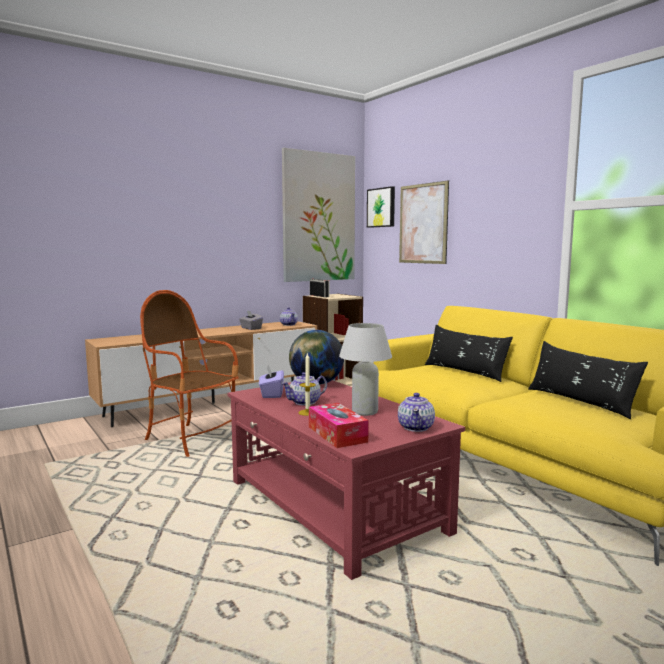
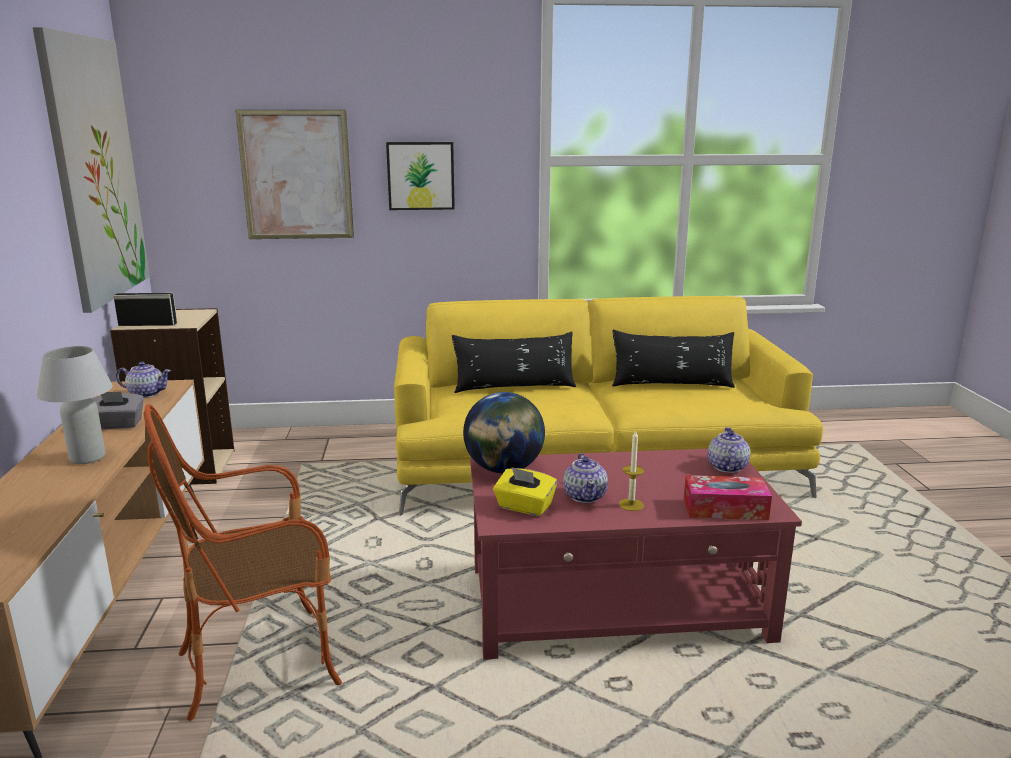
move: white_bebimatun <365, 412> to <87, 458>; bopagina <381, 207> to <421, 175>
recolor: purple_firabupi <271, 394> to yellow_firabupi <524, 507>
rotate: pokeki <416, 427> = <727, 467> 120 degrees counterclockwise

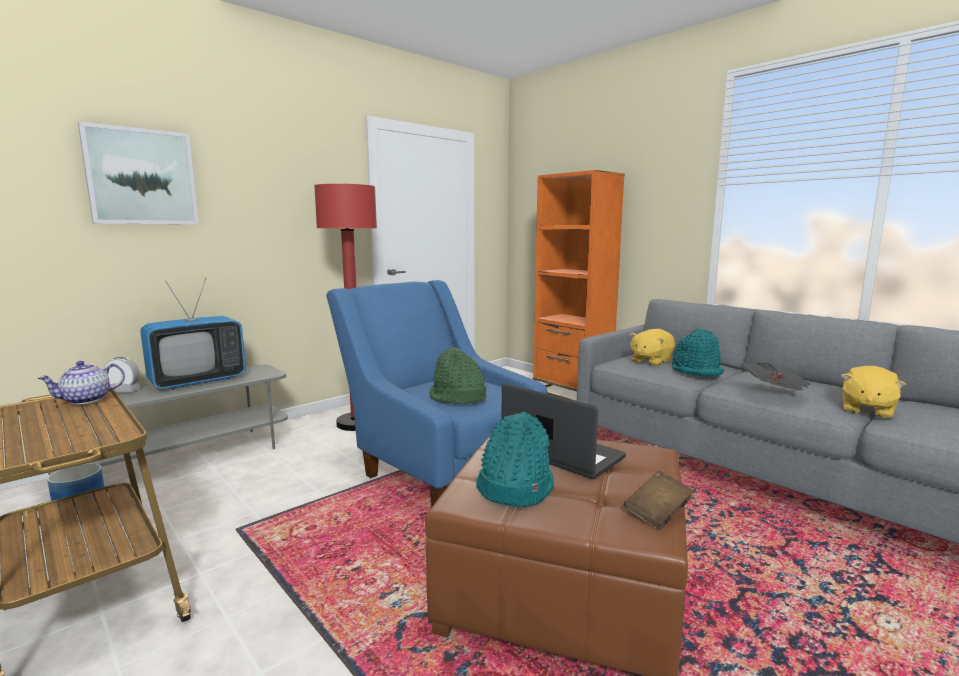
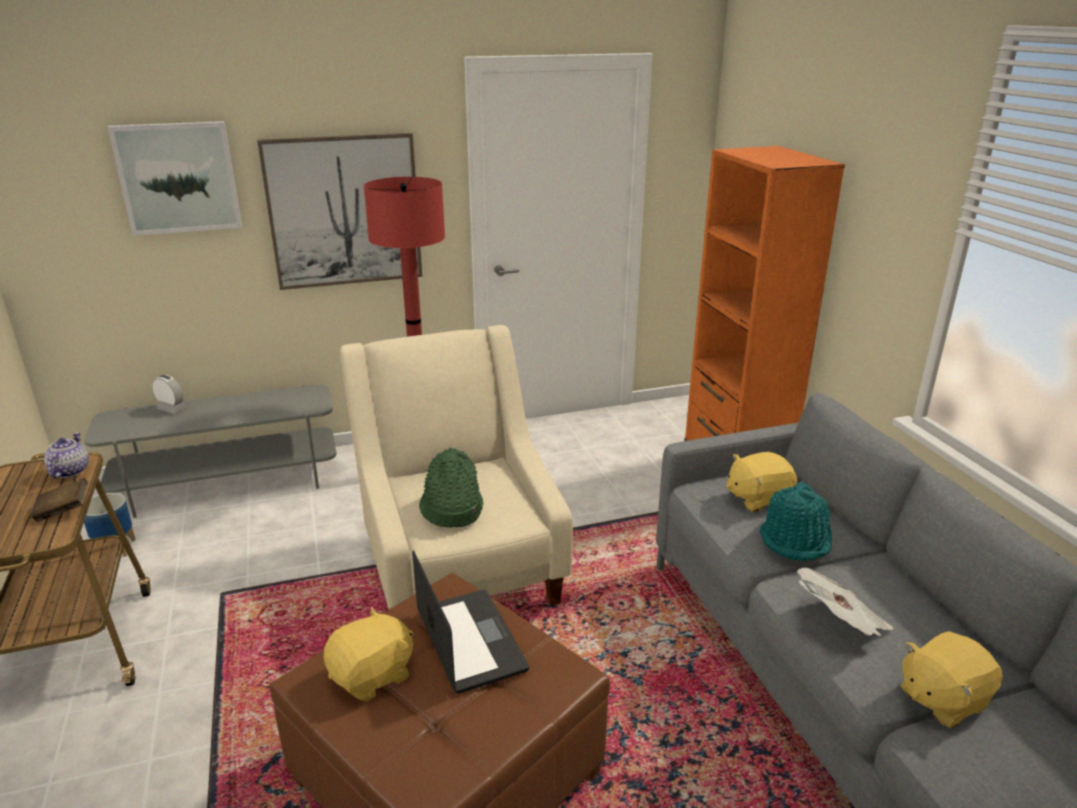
delete: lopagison <198, 381>
insert: bopagina <344, 211>
move: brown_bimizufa <657, 513> to <63, 511>
replace: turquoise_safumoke <513, 487> to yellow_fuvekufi <373, 676>
recolor: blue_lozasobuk <441, 468> to beige_lozasobuk <460, 567>
rotate: pokeki <86, 400> = <70, 471> 105 degrees clockwise

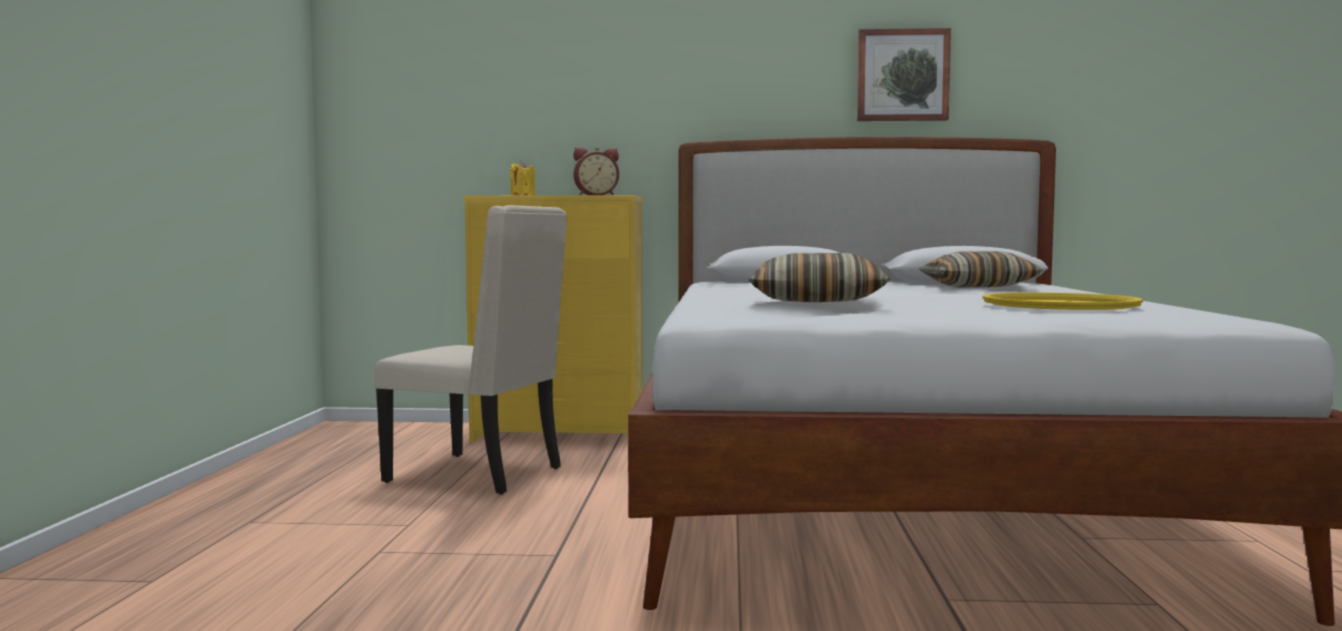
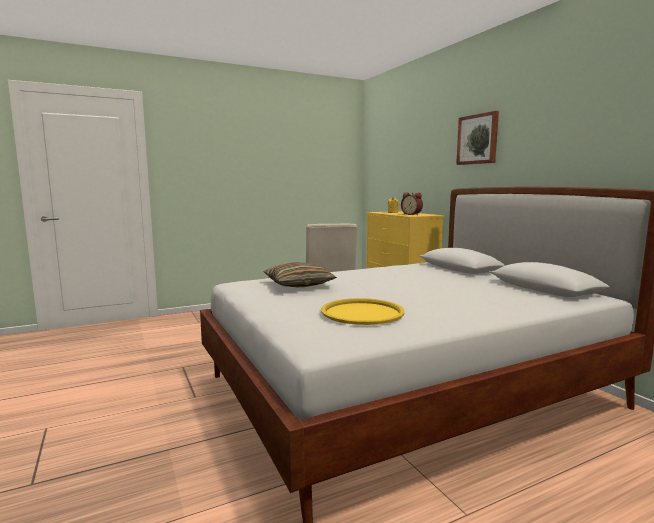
delete: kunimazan <978, 287>
move: bopagina <902, 75> to <478, 139>

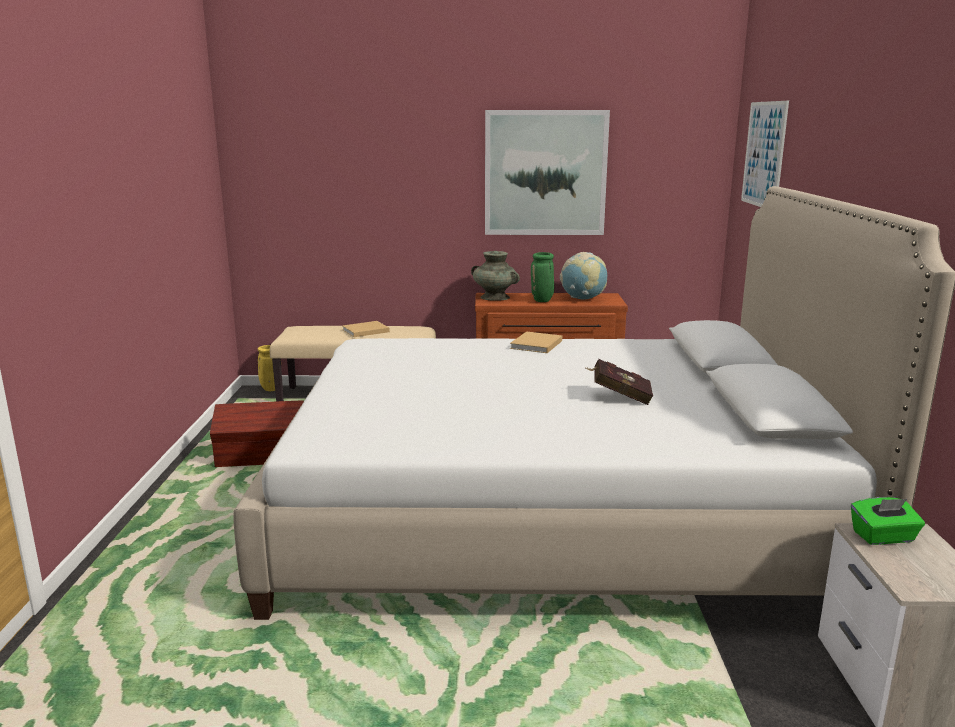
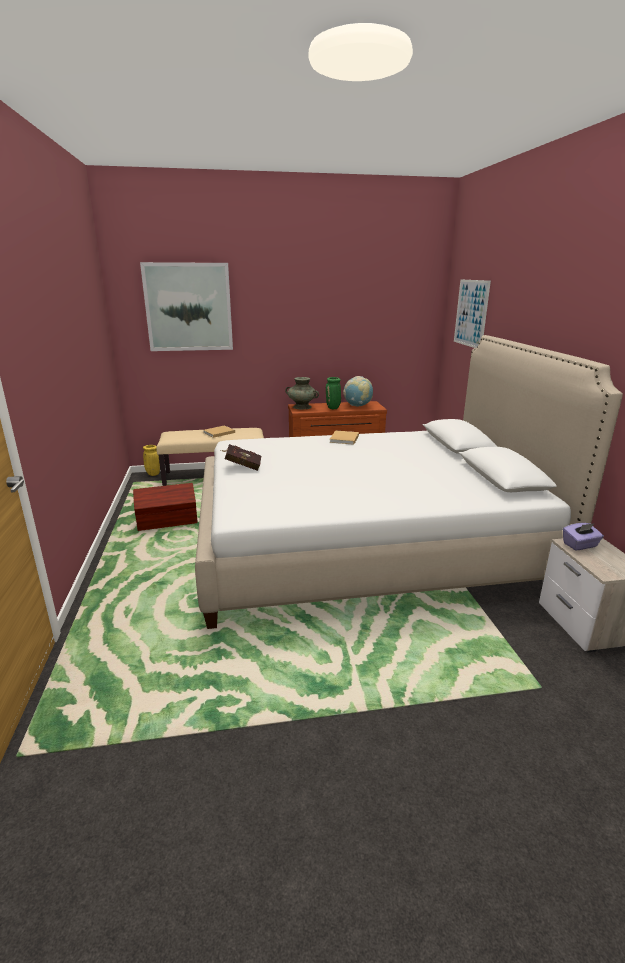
move: bopagina <545, 173> to <188, 307>; red_bimizufa <618, 397> to <242, 466>
recolor: green_firabupi <883, 537> to purple_firabupi <580, 545>

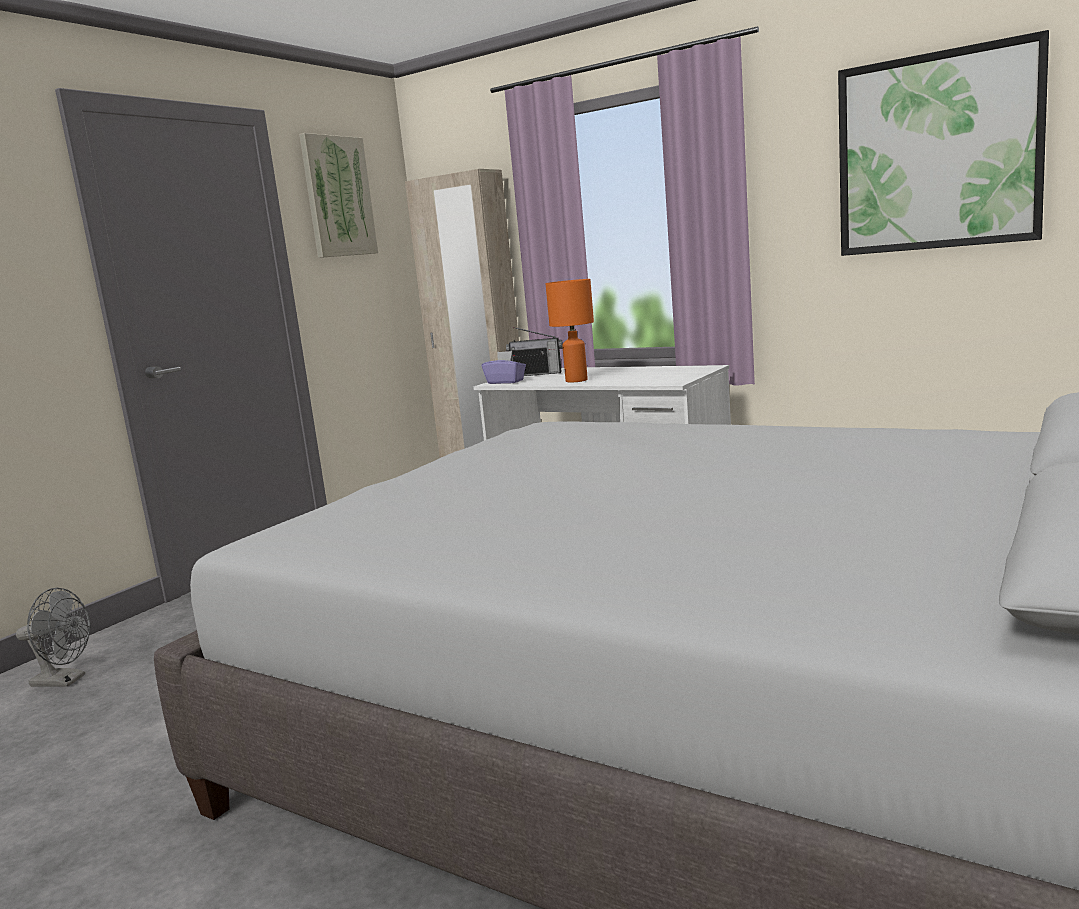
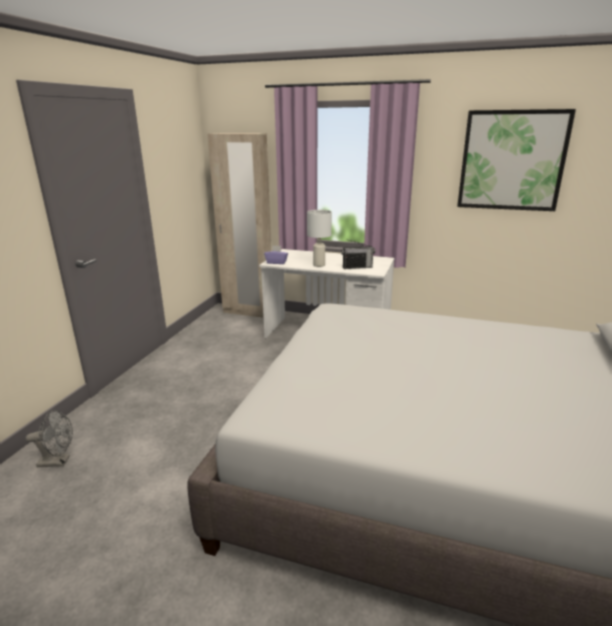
delete: bopagina <338, 197>
move: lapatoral <537, 374> to <357, 267>
recolor: orange_bebimatun <576, 380> to white_bebimatun <319, 265>

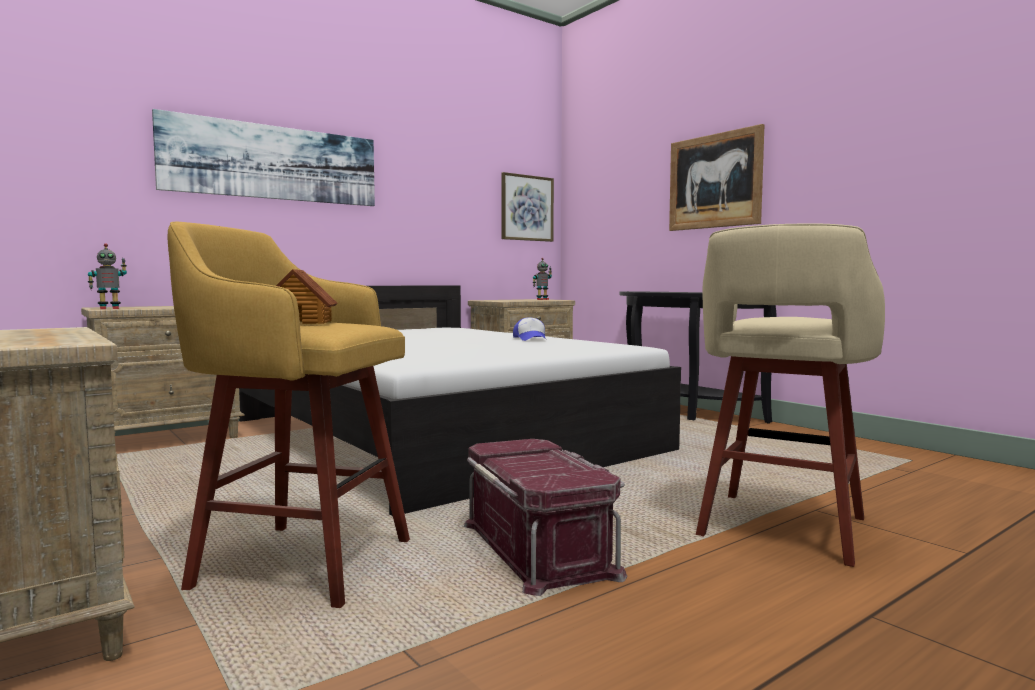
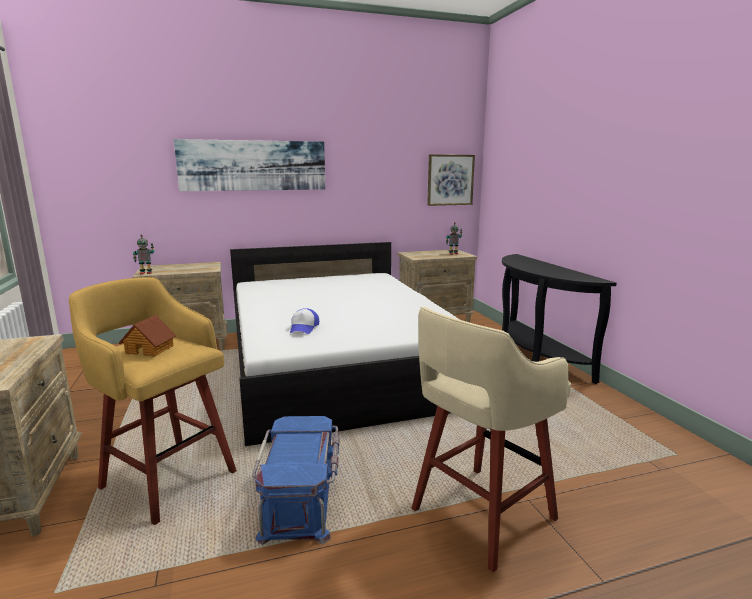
delete: bopagina <714, 181>
move: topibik <531, 339> to <304, 328>
recolor: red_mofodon <540, 549> to blue_mofodon <301, 498>

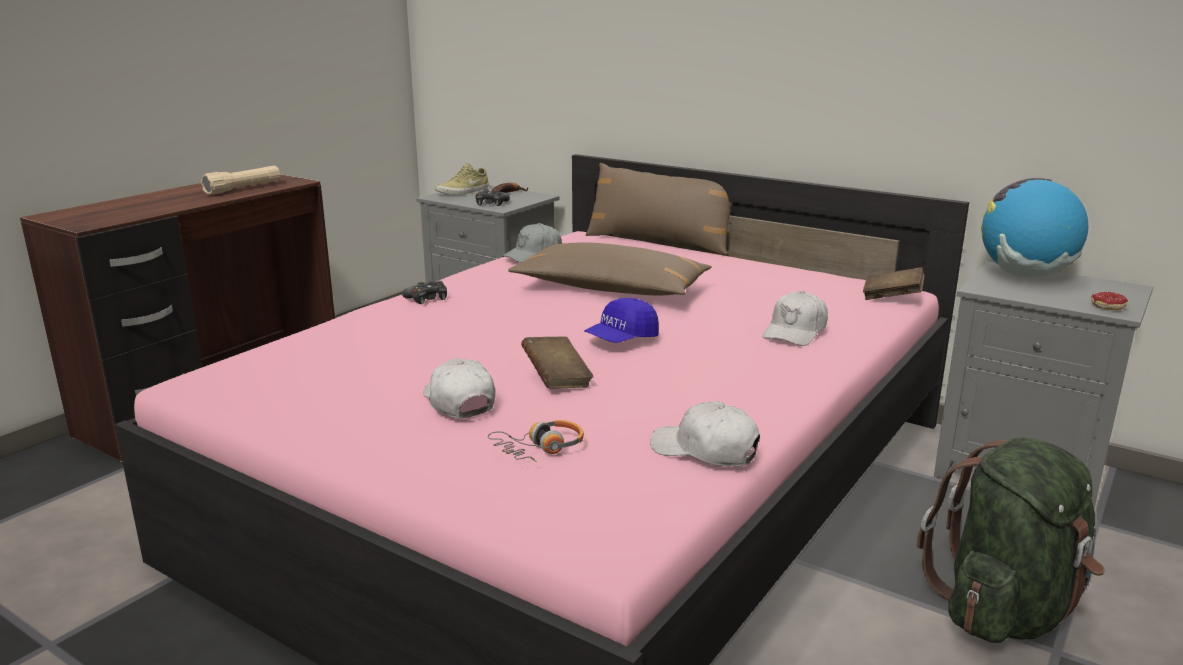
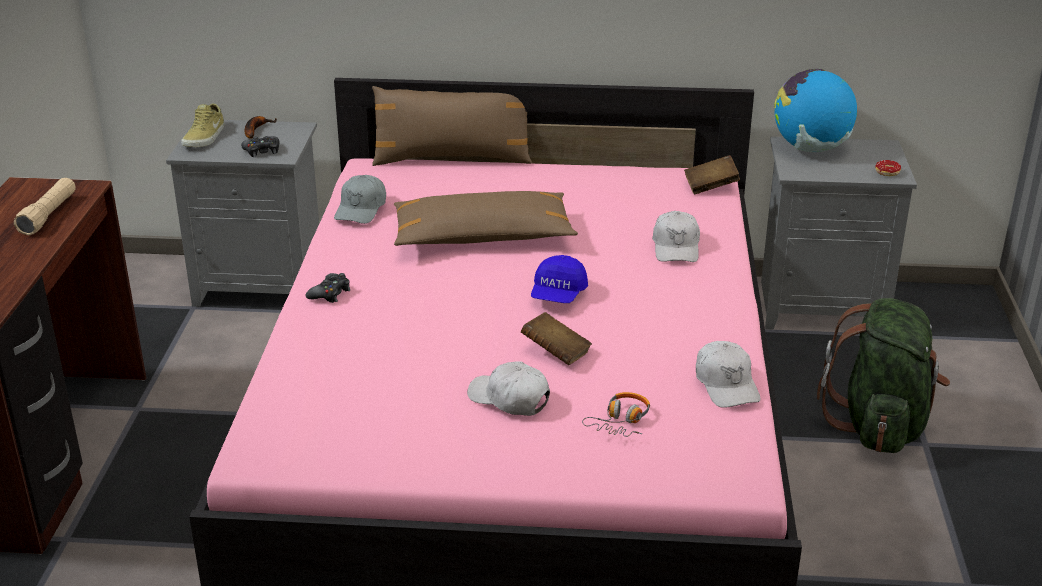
rotate: white_topibik <705, 451> = <726, 384> 105 degrees counterclockwise

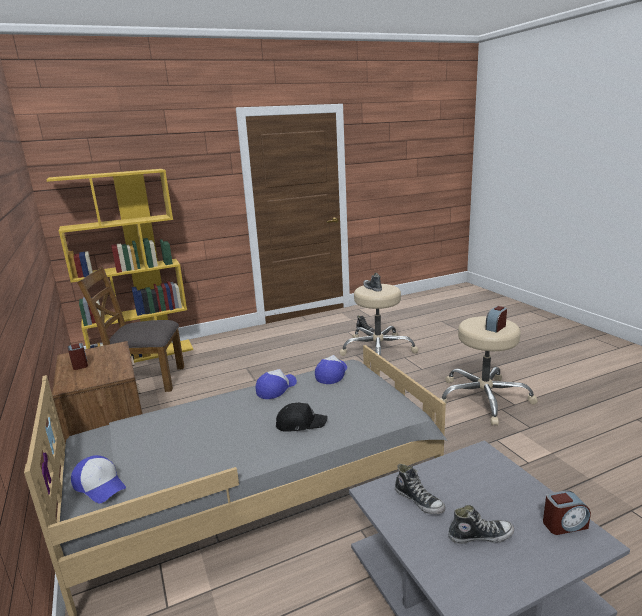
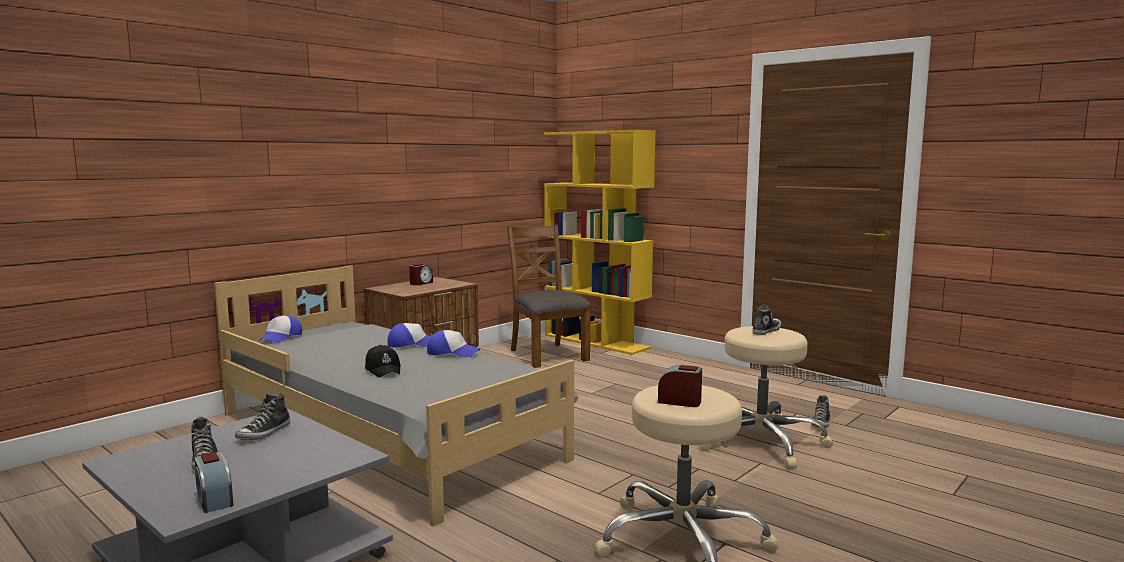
move: topibik <332, 374> to <412, 344>

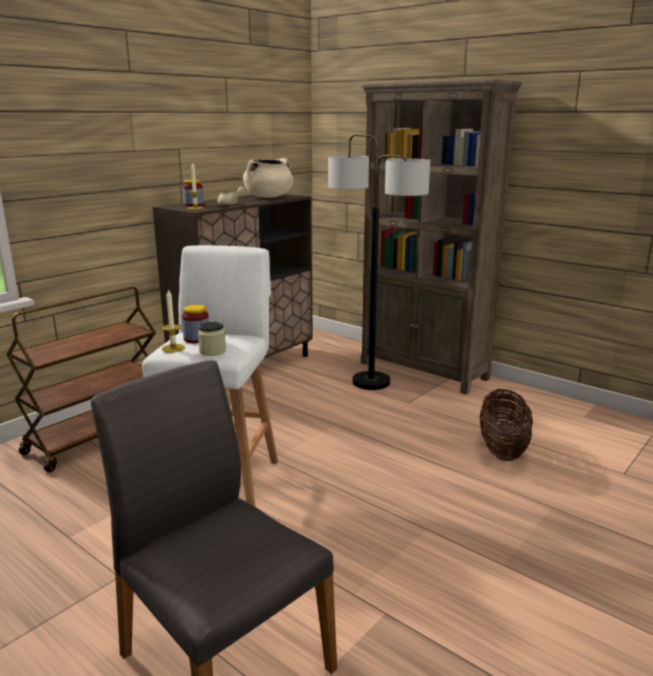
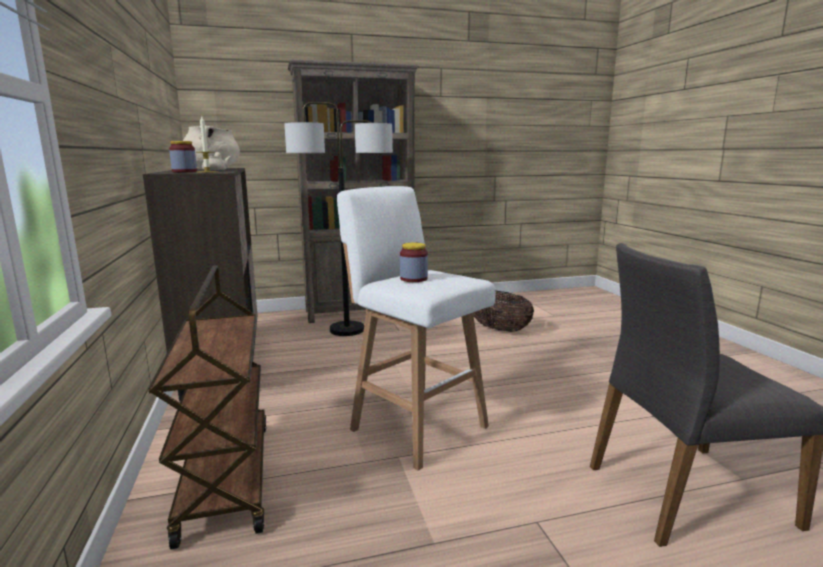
delete: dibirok <173, 348>; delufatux <212, 351>

